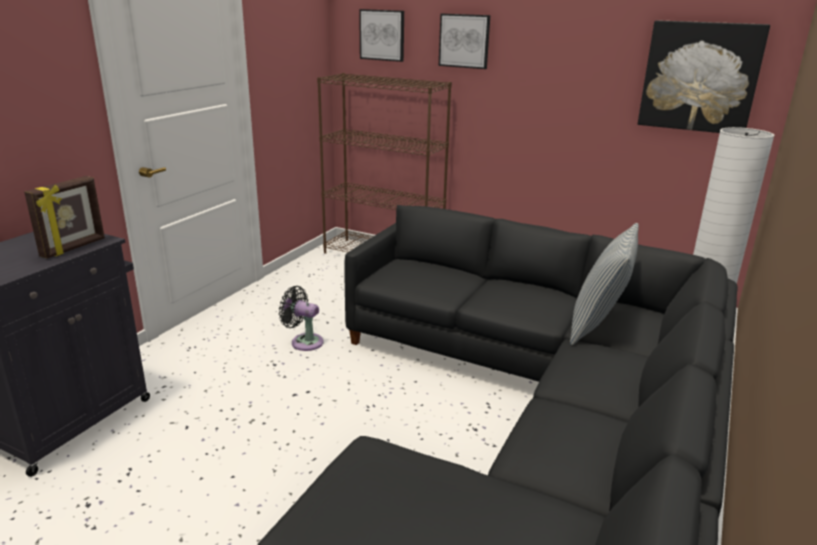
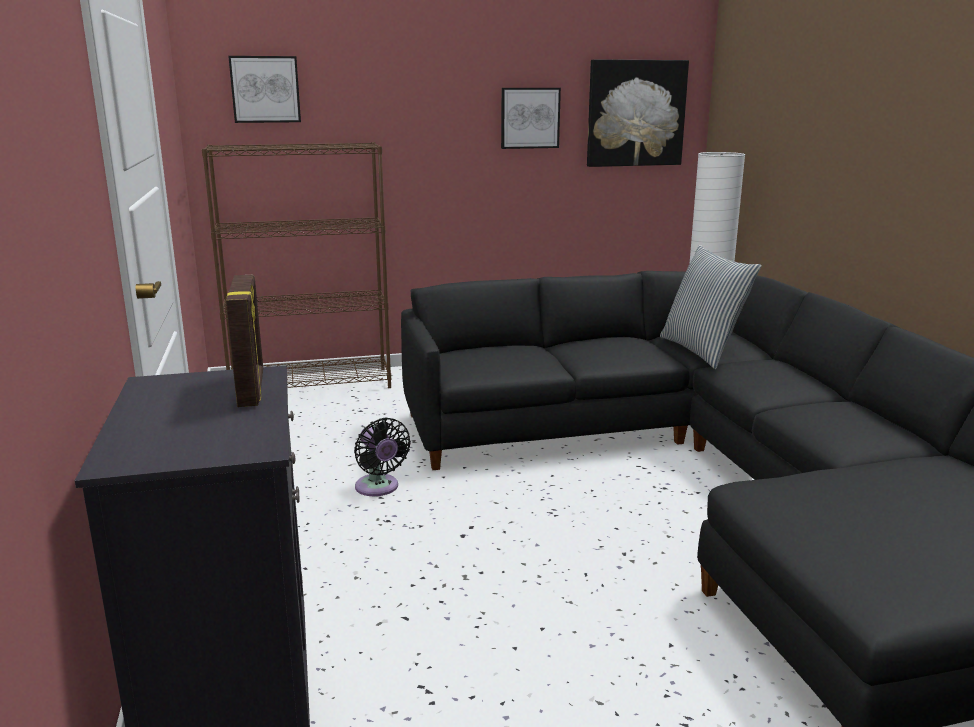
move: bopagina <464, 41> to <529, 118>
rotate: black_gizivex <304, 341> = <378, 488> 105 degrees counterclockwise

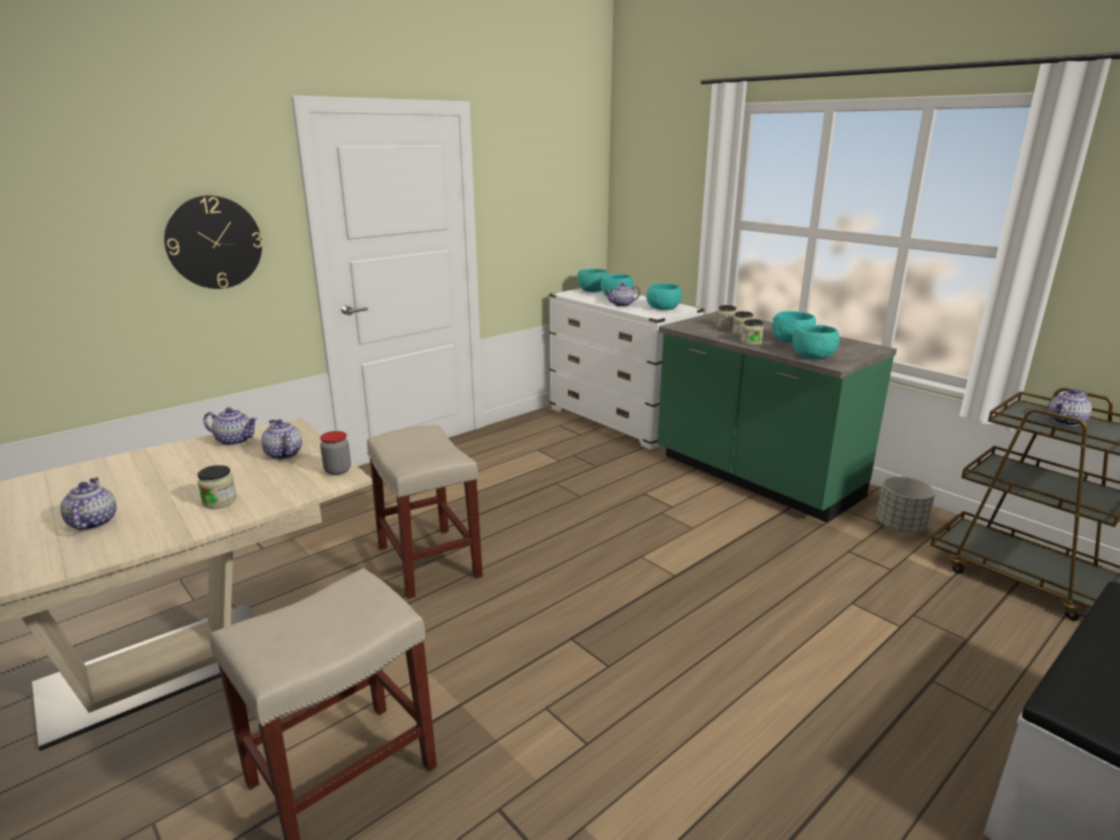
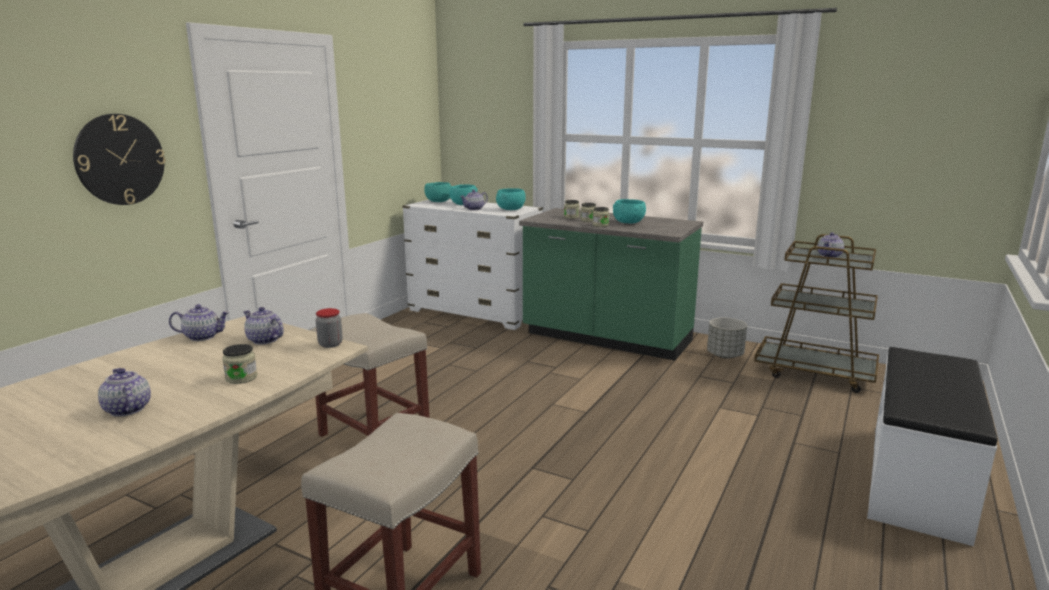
delete: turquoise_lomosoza <812, 356>

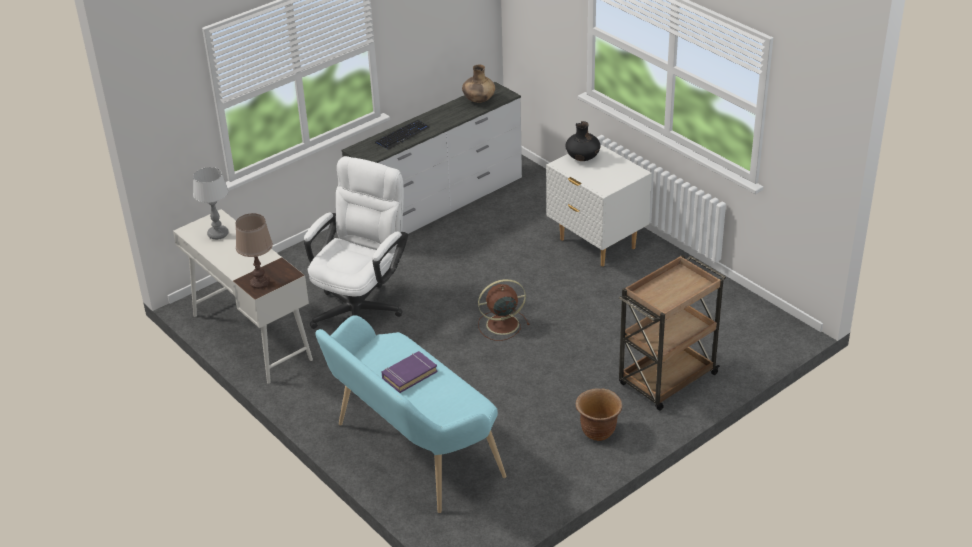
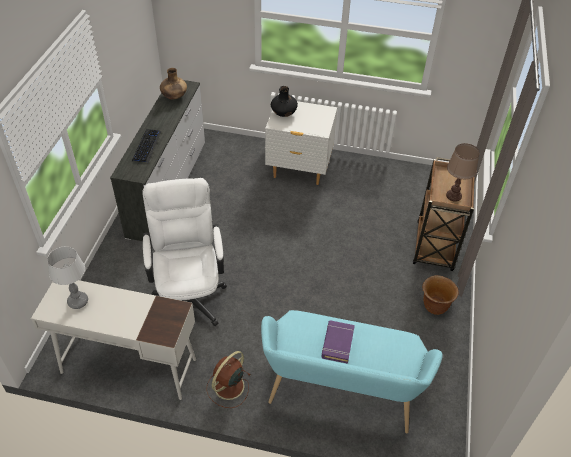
move: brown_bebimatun <260, 282> to <454, 196>; brown_gizivex <501, 324> to <228, 387>

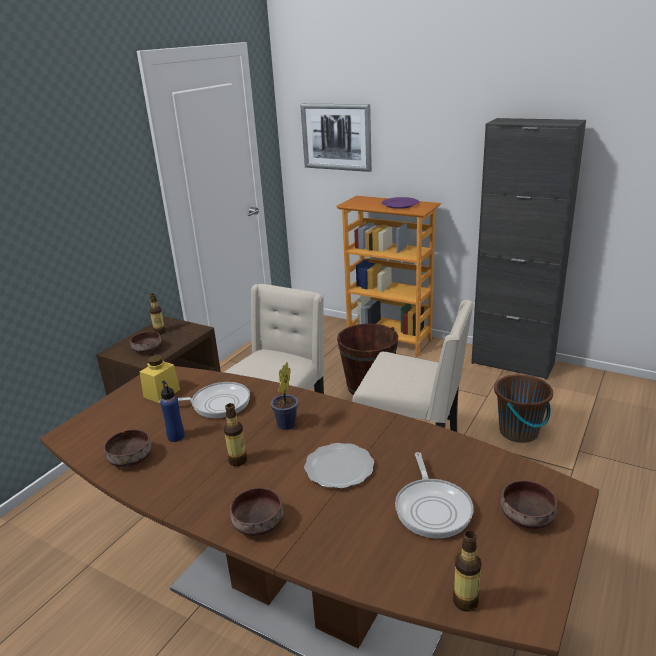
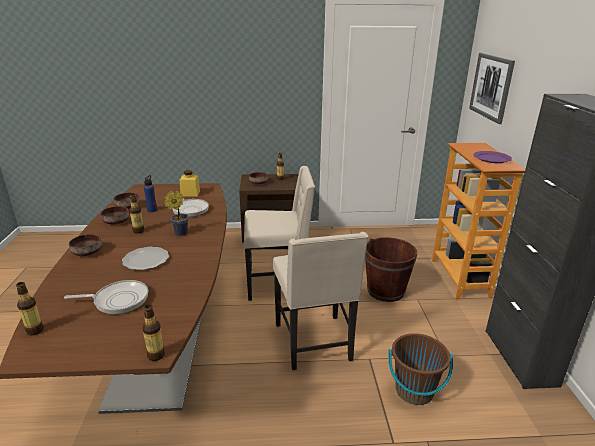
insert: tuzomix <156, 355>
move: brown_lomosoza <528, 516> to <116, 222>
rotate: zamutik <432, 508> = <118, 300> 150 degrees counterclockwise

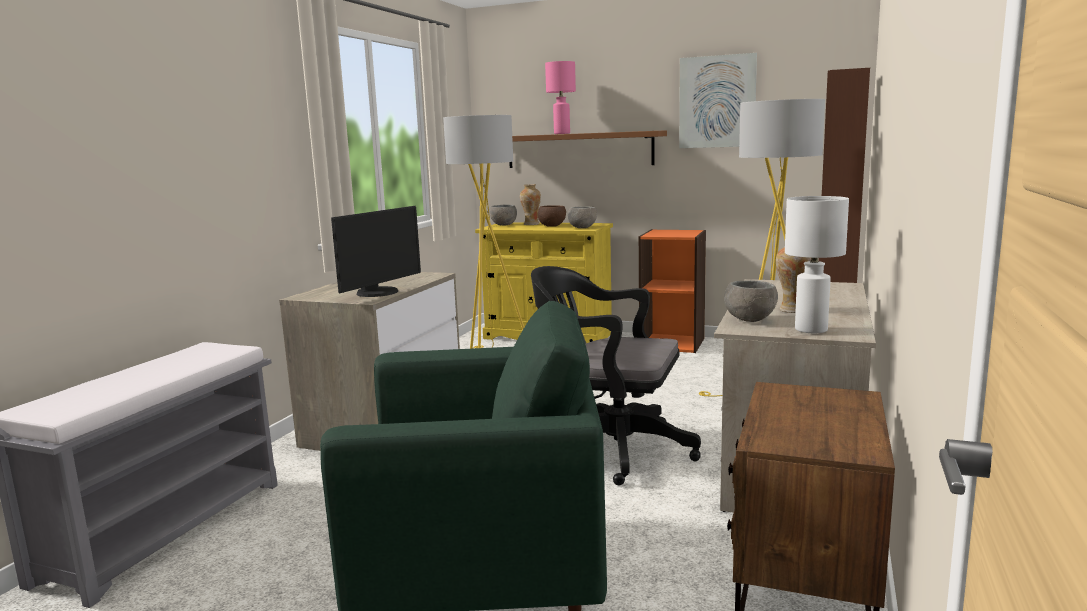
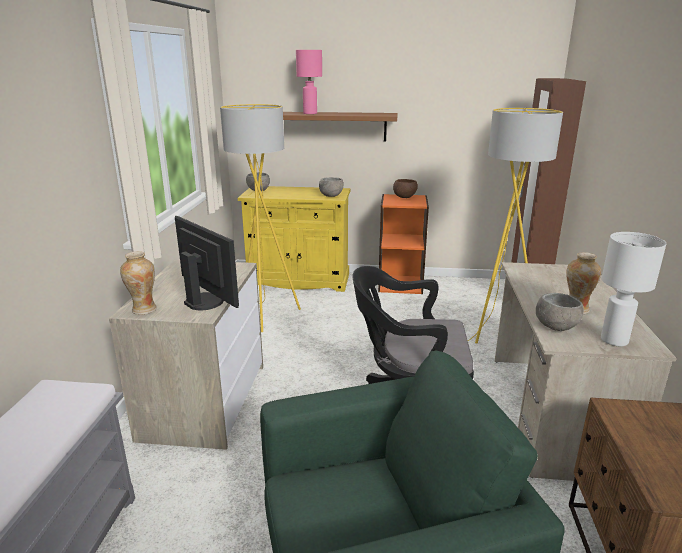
delete: bopagina <717, 102>
move: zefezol <531, 224> to <144, 309>; brown_lomosoza <551, 226> to <404, 197>
rotate: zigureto <379, 293> = <206, 301> 60 degrees counterclockwise

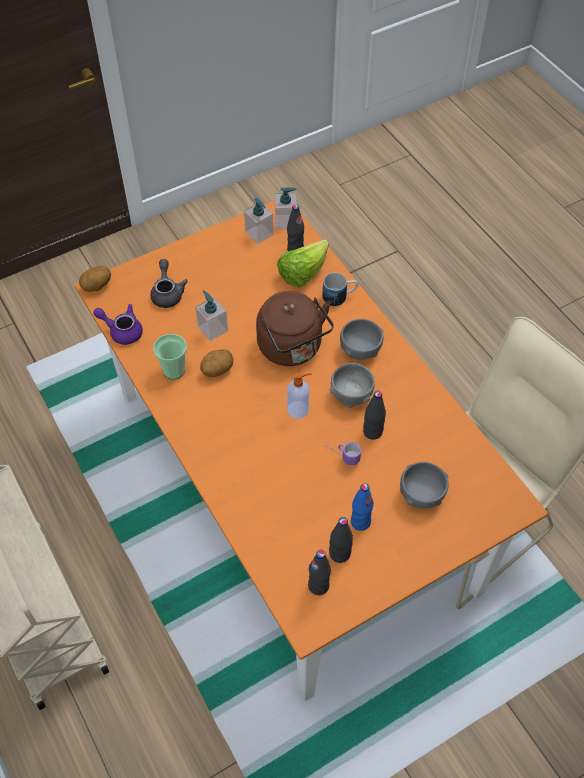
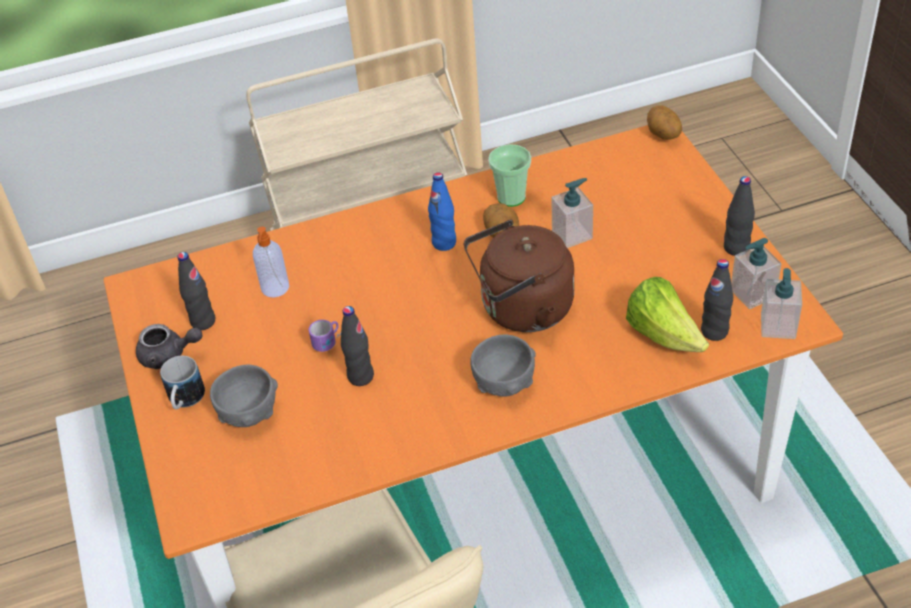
delete: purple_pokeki <122, 331>; grey_lomosoza <351, 395>
move: grey_pokeki <167, 293> to <168, 355>; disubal <299, 409> to <275, 288>; black_tuzomix <318, 585> to <736, 248>; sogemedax <339, 297> to <185, 401>; blue_tuzomix <360, 522> to <444, 243>

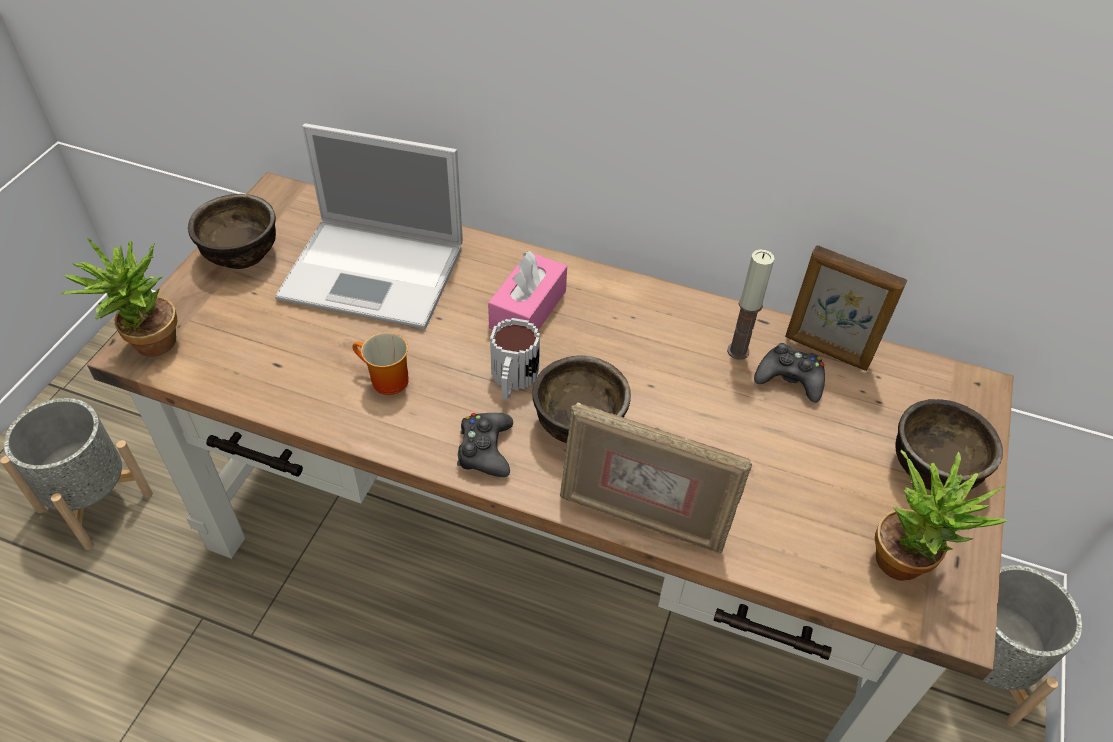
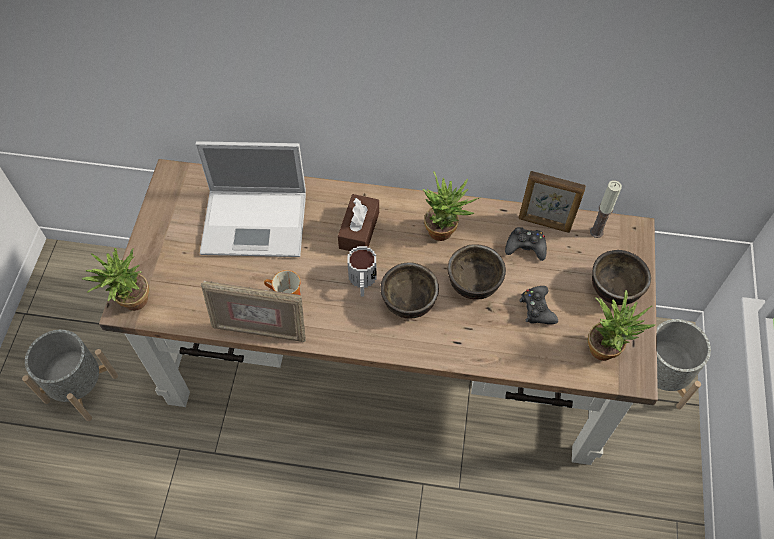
insert: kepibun <445, 231>
move: brown_lomosoza <242, 253> to <474, 283>; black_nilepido <485, 450> to <537, 309>; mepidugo <642, 518> to <260, 330>; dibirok <738, 351> to <596, 232>
recolor: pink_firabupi <528, 309> to brown_firabupi <359, 230>

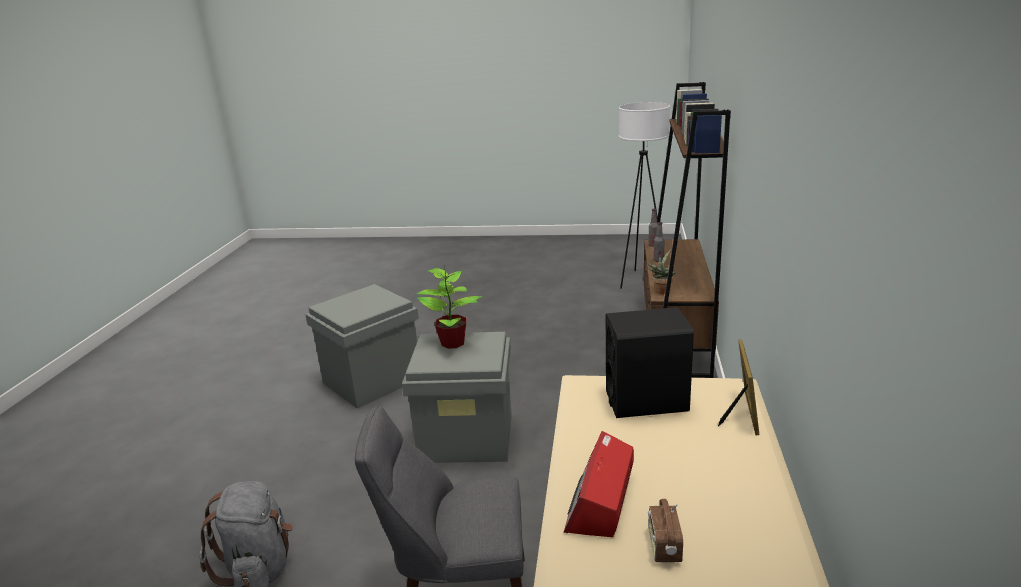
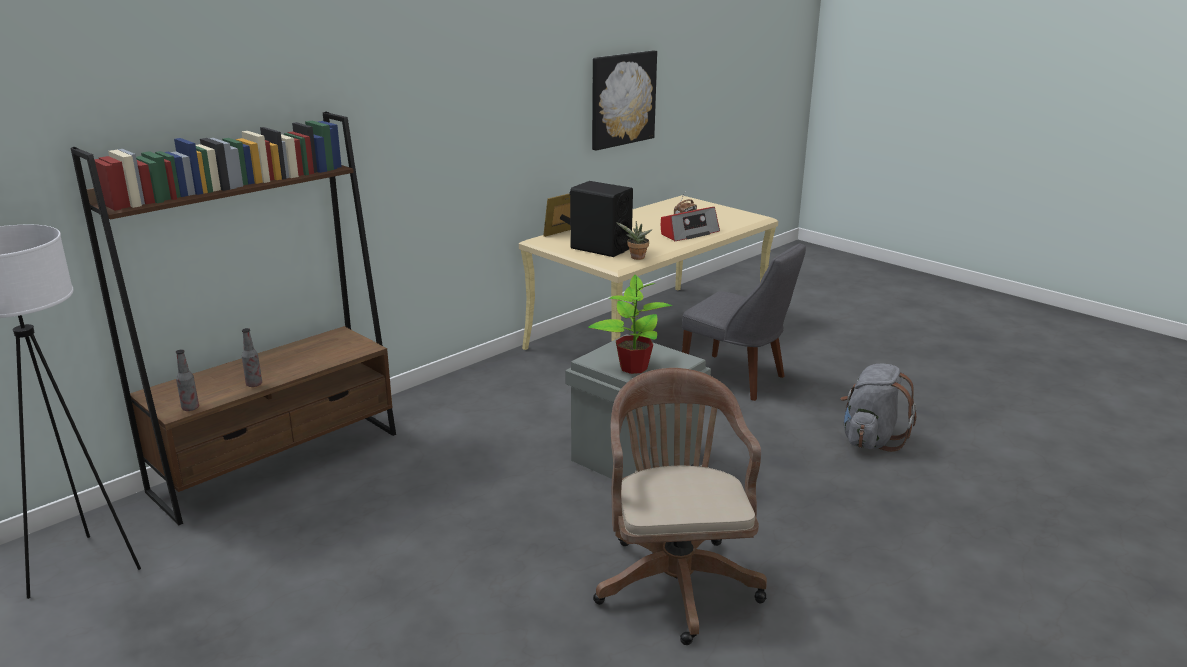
insert: bopagina <622, 99>
move: kepibun <661, 290> to <636, 258>
replace: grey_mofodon <371, 381> to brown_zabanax <675, 579>

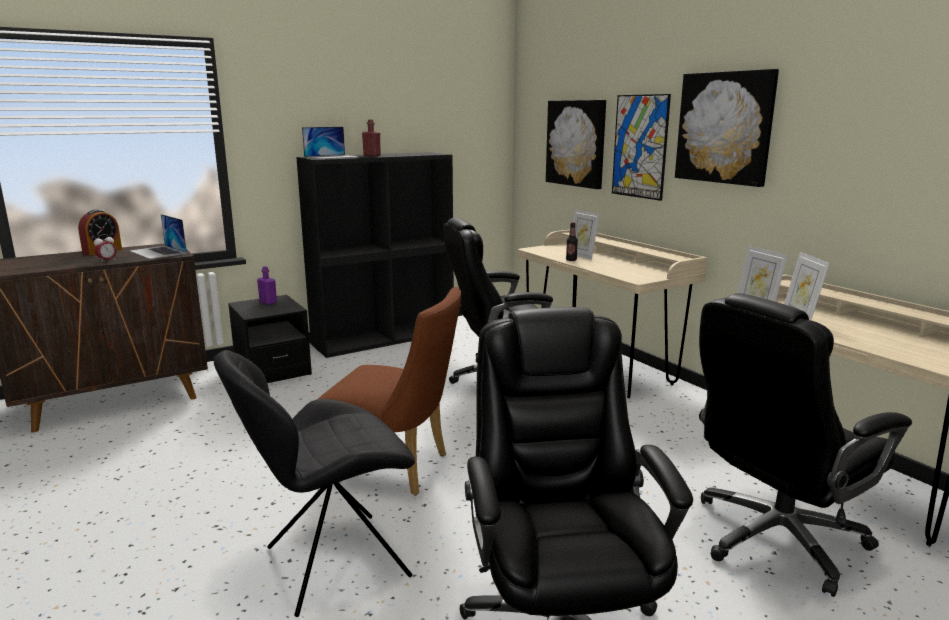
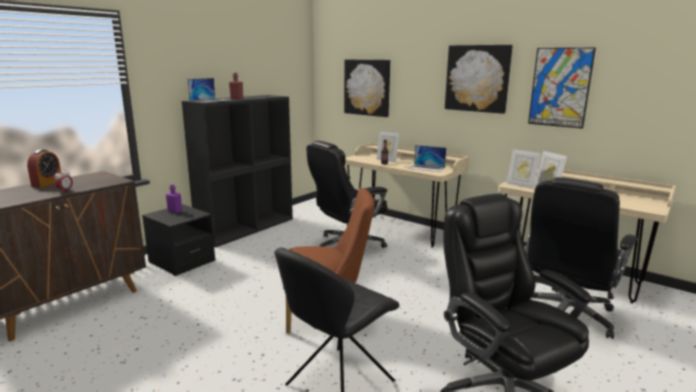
move: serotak <158, 252> to <426, 168>; bopagina <640, 146> to <560, 87>

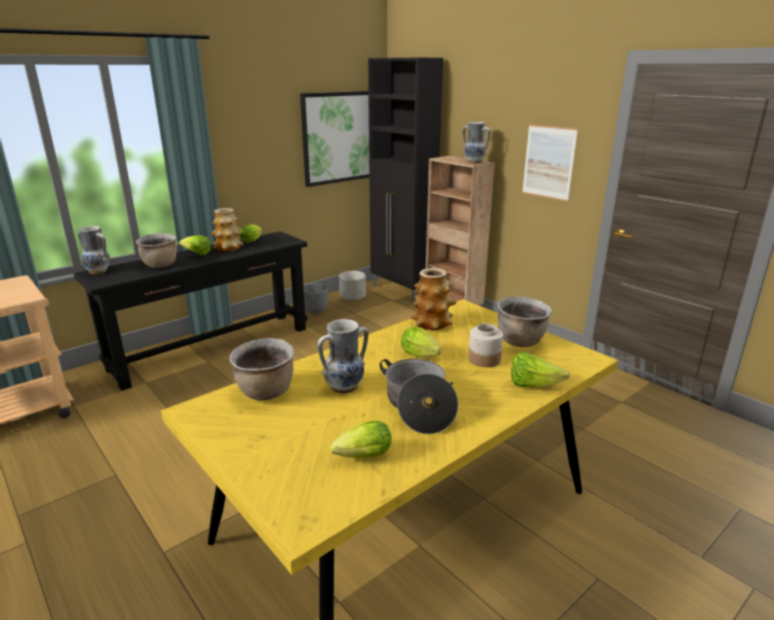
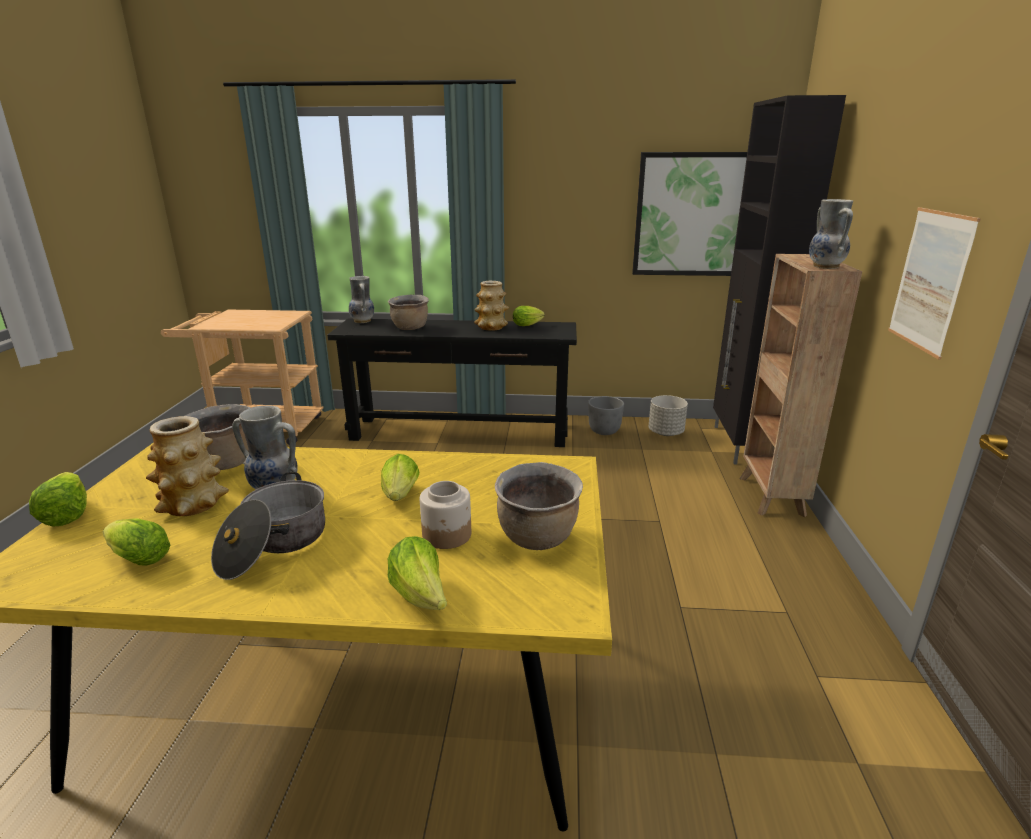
move: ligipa <197, 254> to <67, 514>; zefezol <432, 324> to <193, 505>

